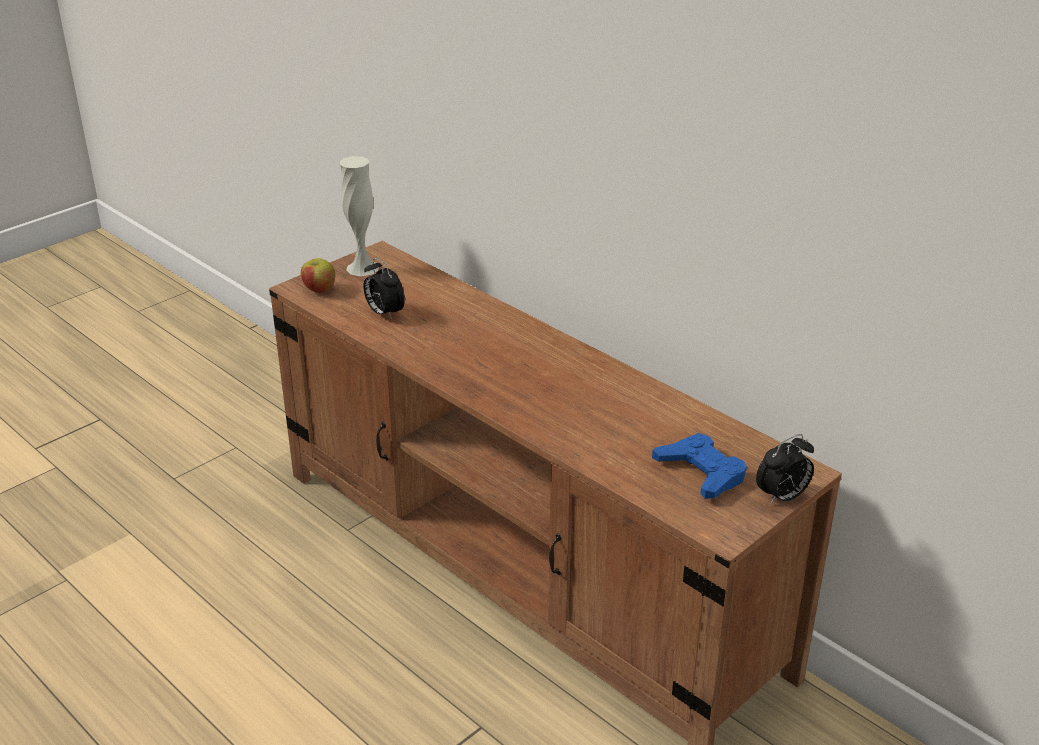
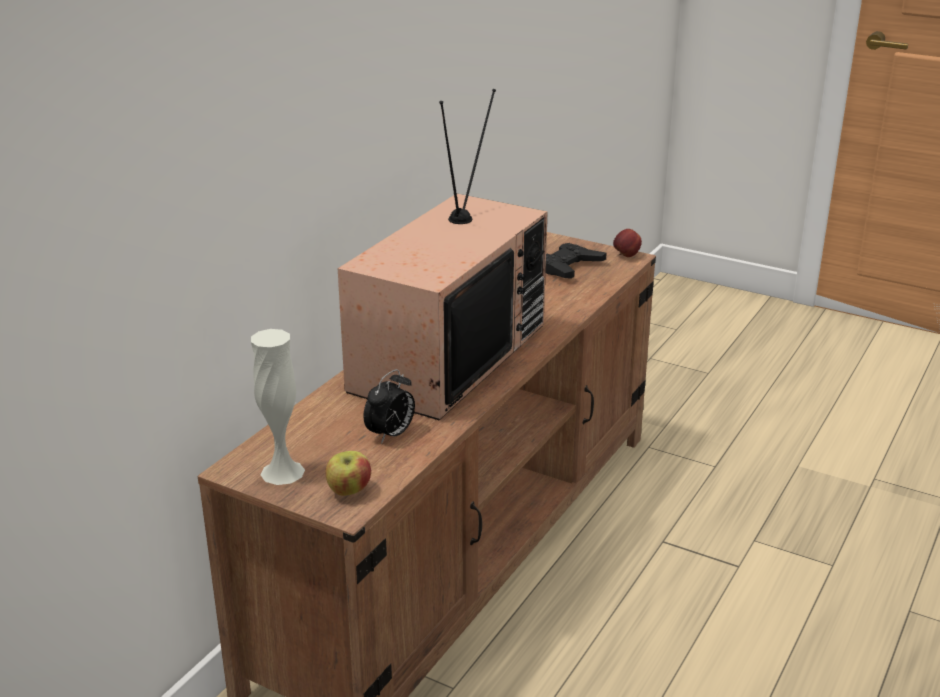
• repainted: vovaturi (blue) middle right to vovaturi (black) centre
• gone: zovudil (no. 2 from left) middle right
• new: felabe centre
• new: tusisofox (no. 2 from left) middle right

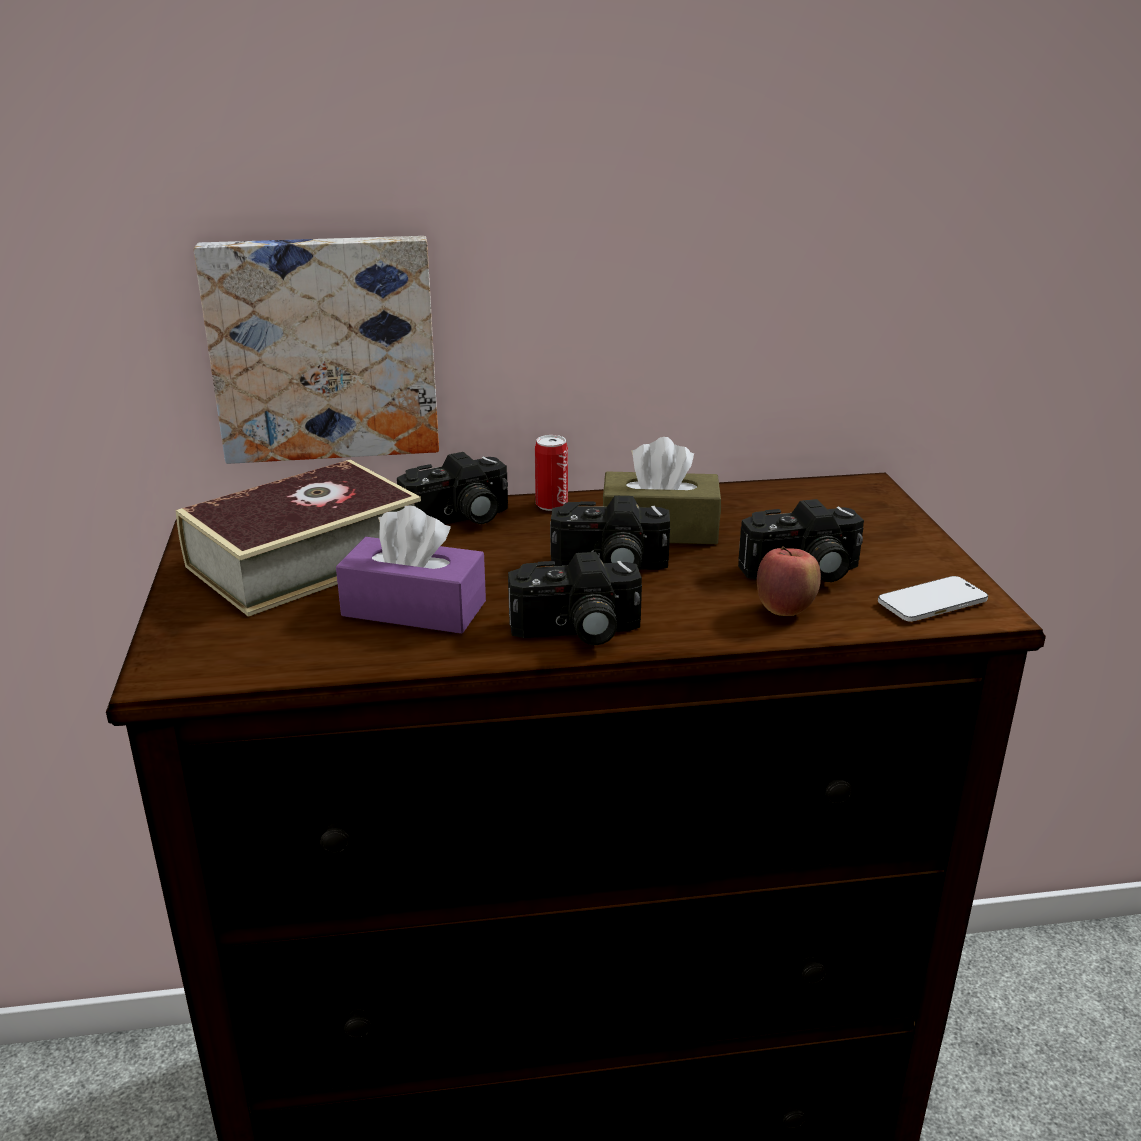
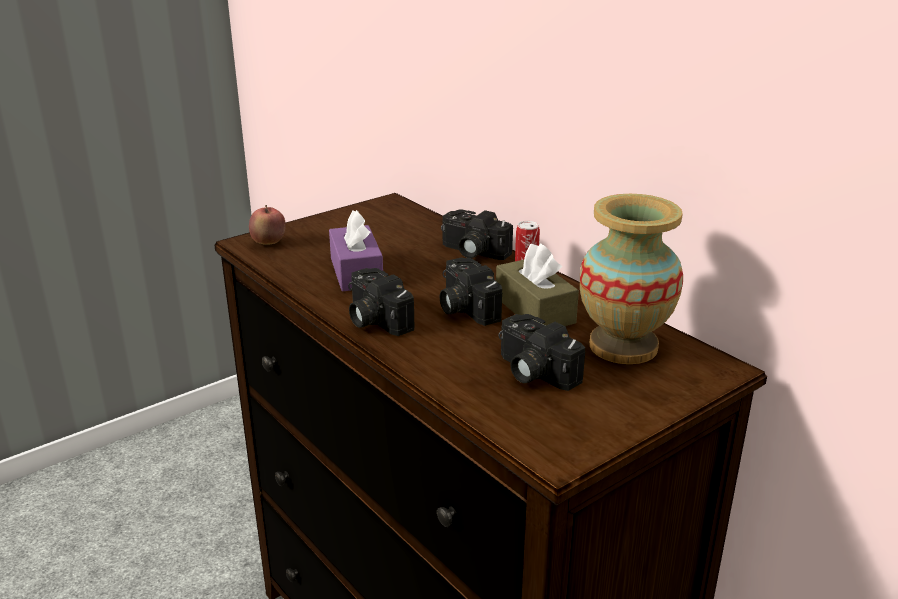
• gone: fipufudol middle left
• gone: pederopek top left
• shifted: tusisofox middle right to middle left
• gone: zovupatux middle right
• new: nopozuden middle right

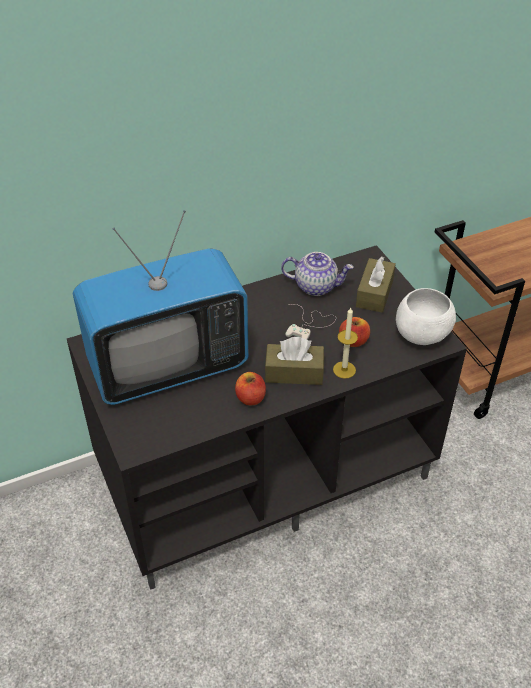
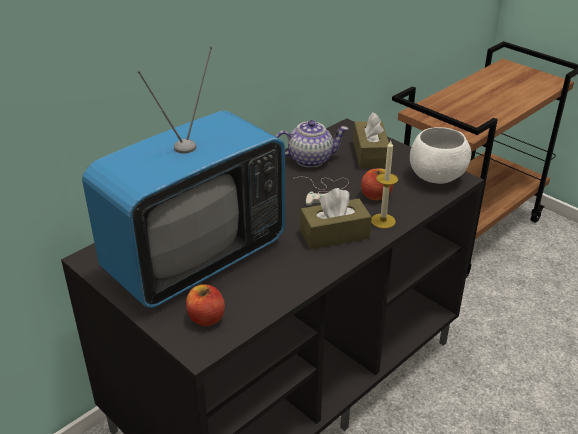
• shifted: tusisofox (no. 1 from left) centre to bottom centre

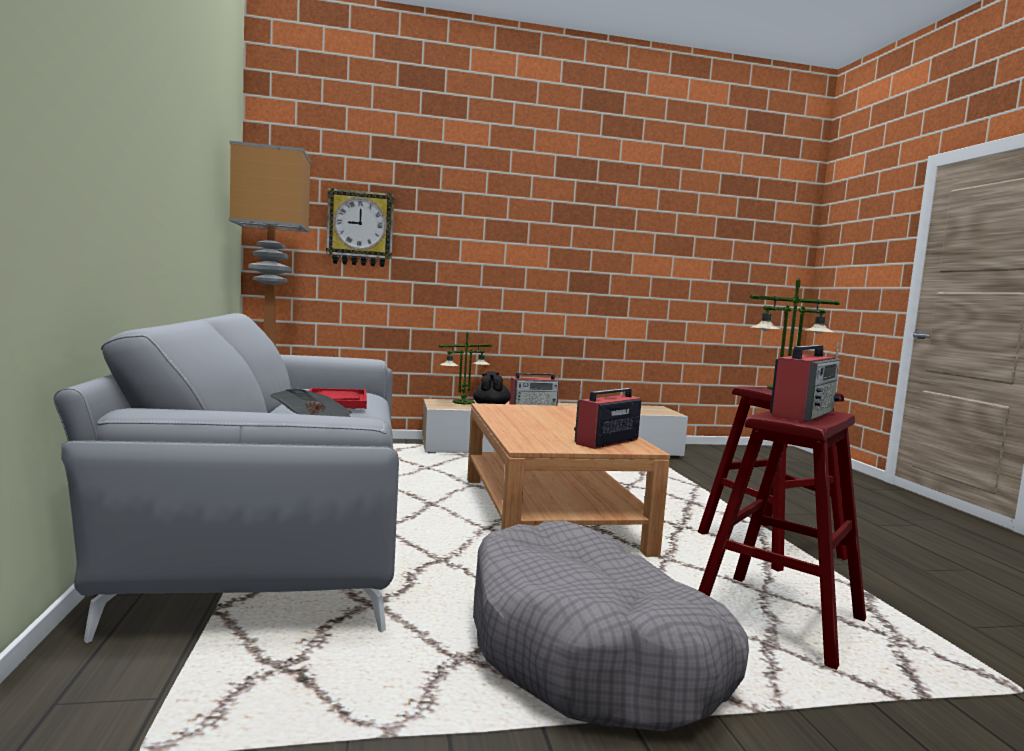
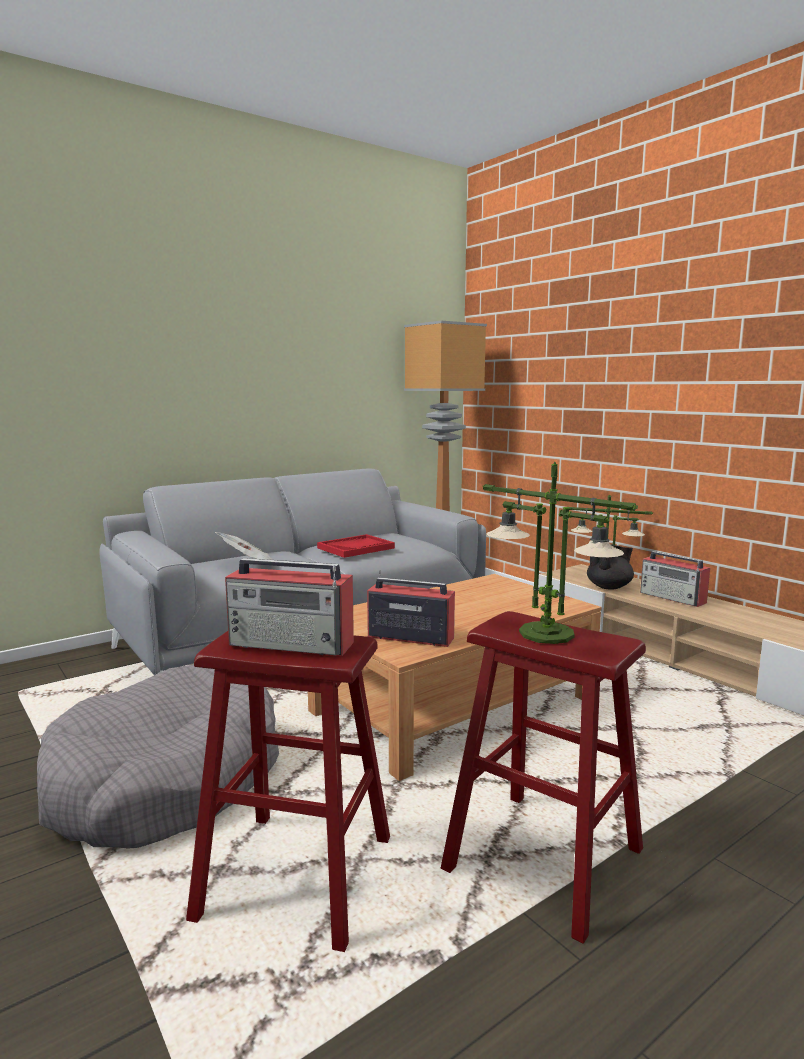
• gone: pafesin top centre

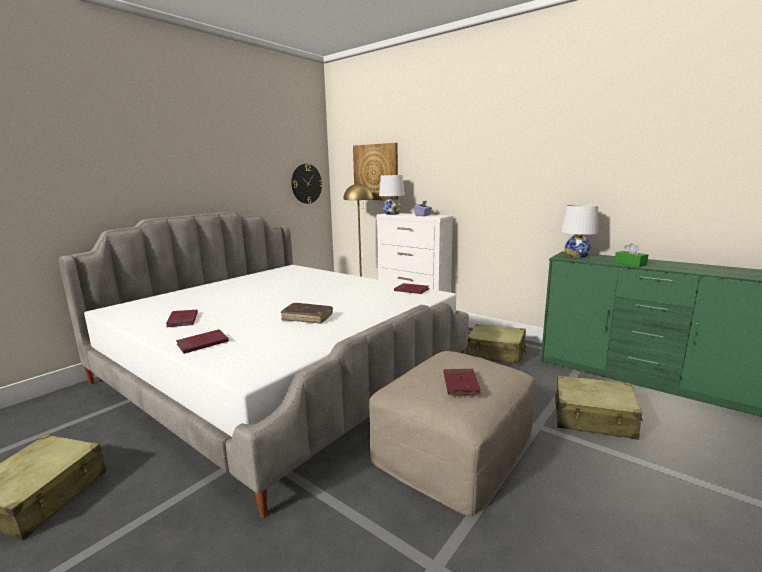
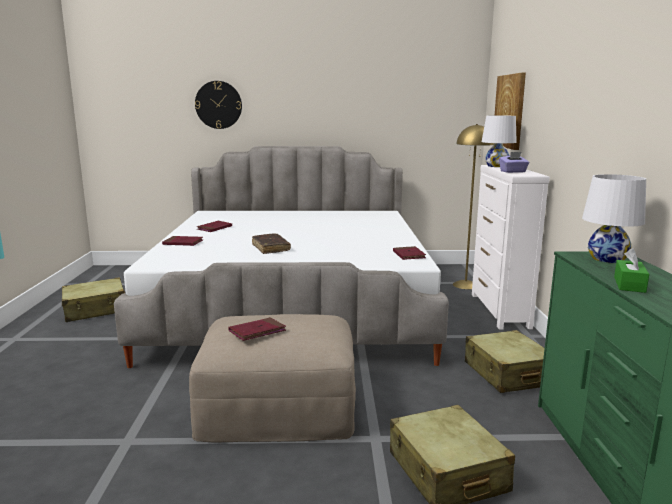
• shifted: pafesin top centre to top left

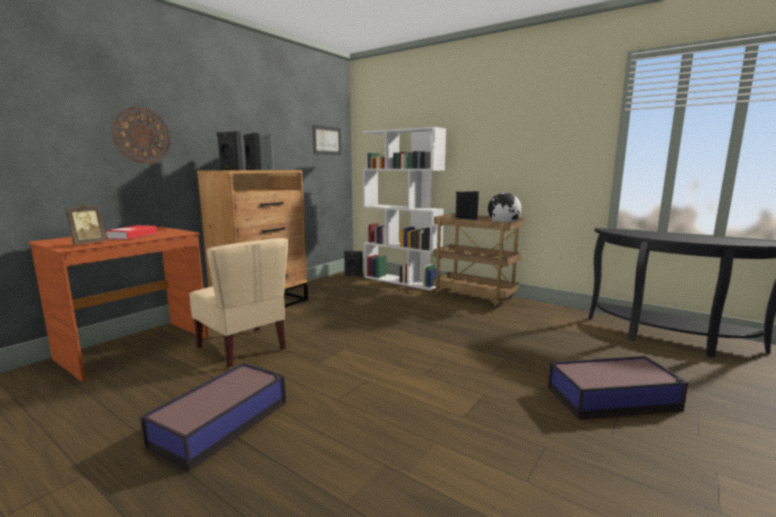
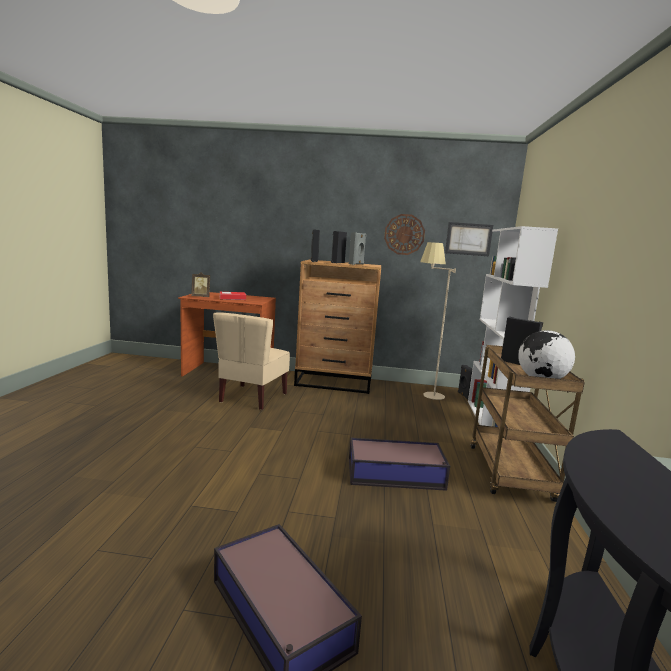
• shifted: pafesin top left to centre
• shifted: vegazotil (no. 1 from left in the first image) bottom left to vegazotil (no. 2 from left) bottom centre
• new: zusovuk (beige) centre

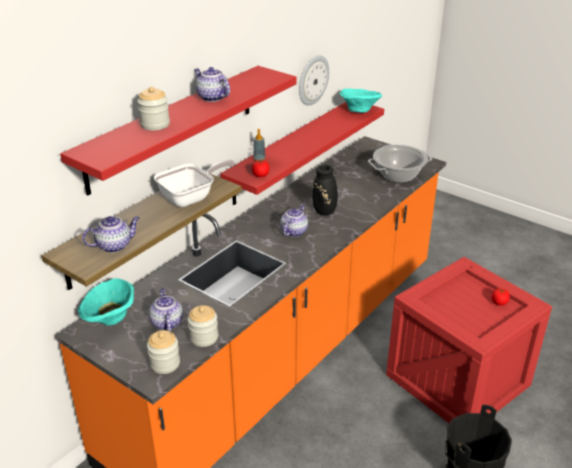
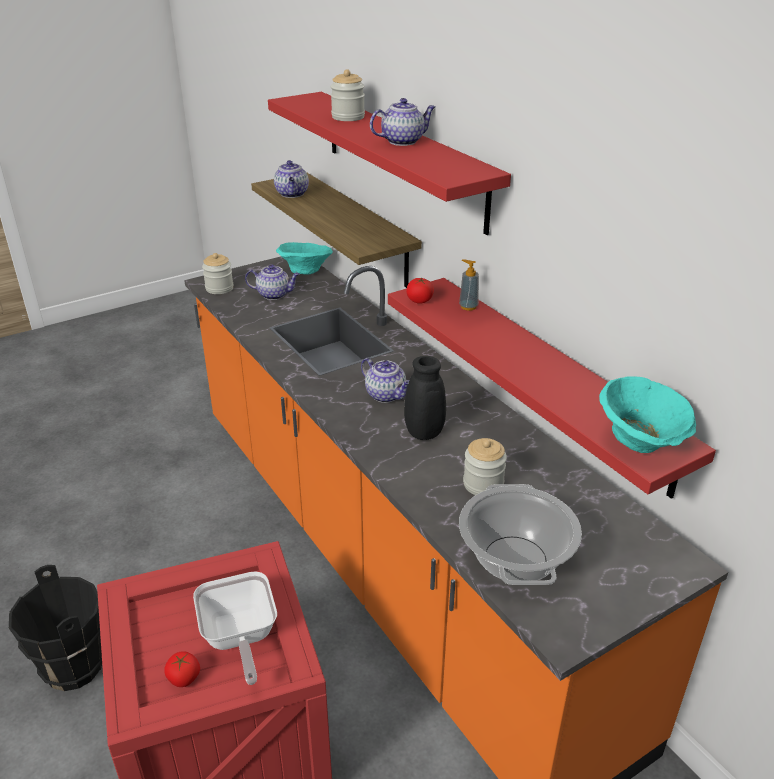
• shifted: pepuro centre to bottom left
• shifted: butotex (no. 3 from left) bottom centre to centre
• gone: pafesin top centre

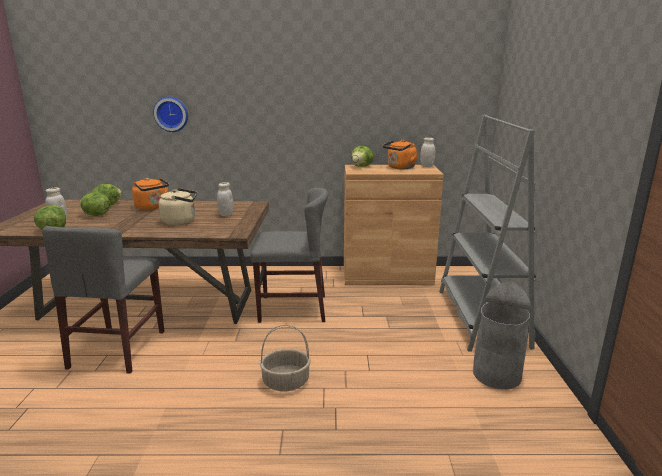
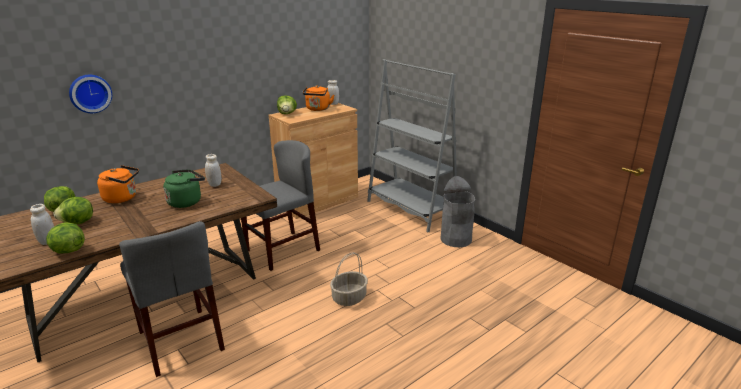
• repainted: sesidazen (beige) middle left to sesidazen (green) middle left

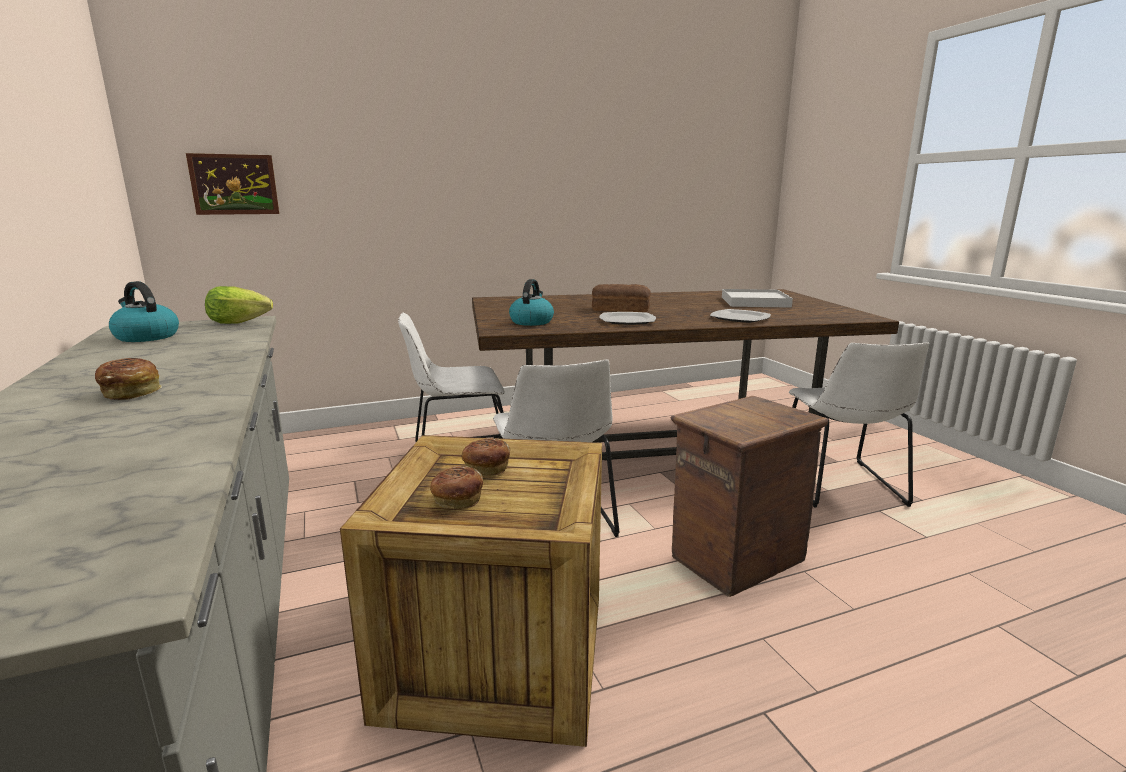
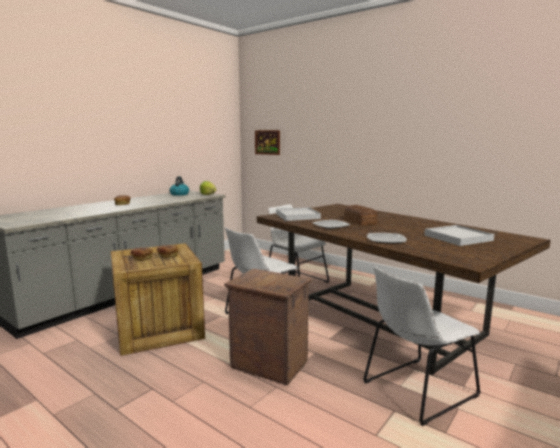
• swapped: sesidazen (no. 2 from left) centre to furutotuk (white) (no. 1 from left) centre

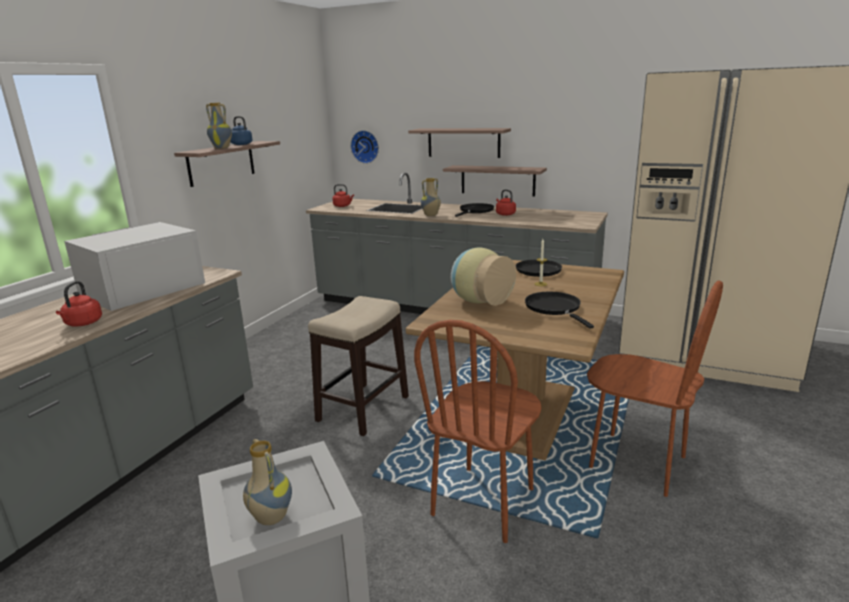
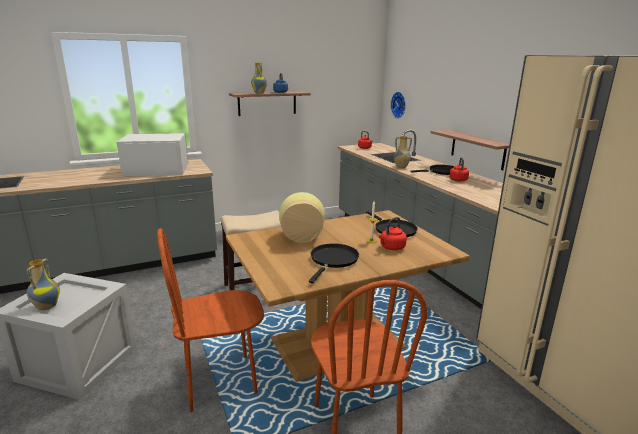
• shifted: sesidazen (red) (no. 1 from left in the first image) middle left to sesidazen (red) (no. 2 from left) centre
• gone: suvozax (no. 2 from left) top centre

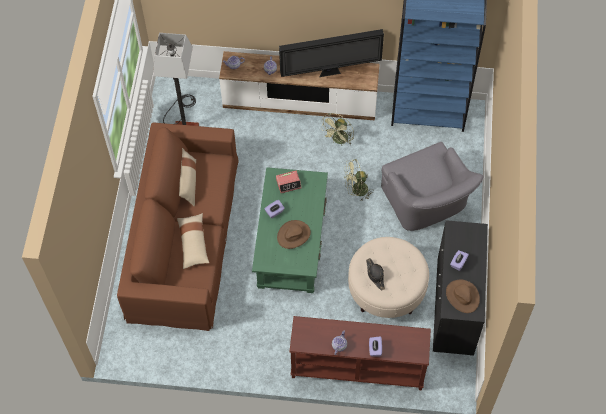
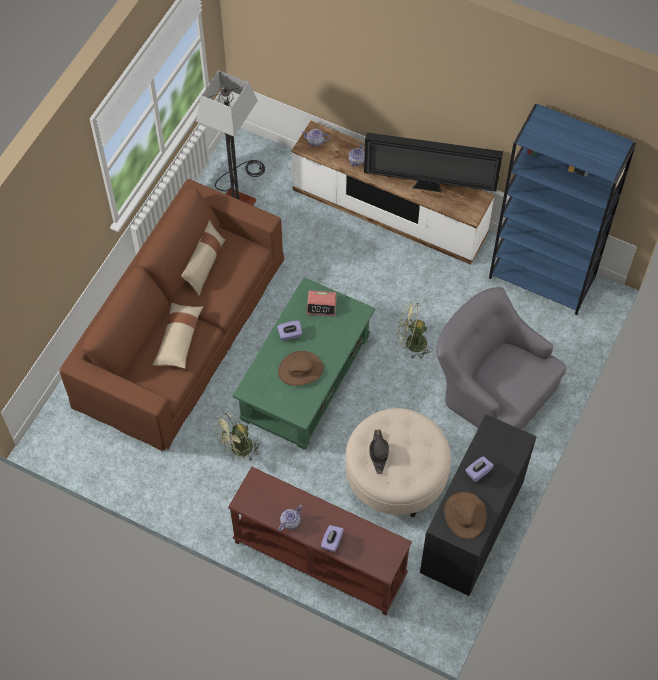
• shifted: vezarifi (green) (no. 1 from left) top centre to centre
• rotated: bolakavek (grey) middle right = middle right 135 degrees clockwise

